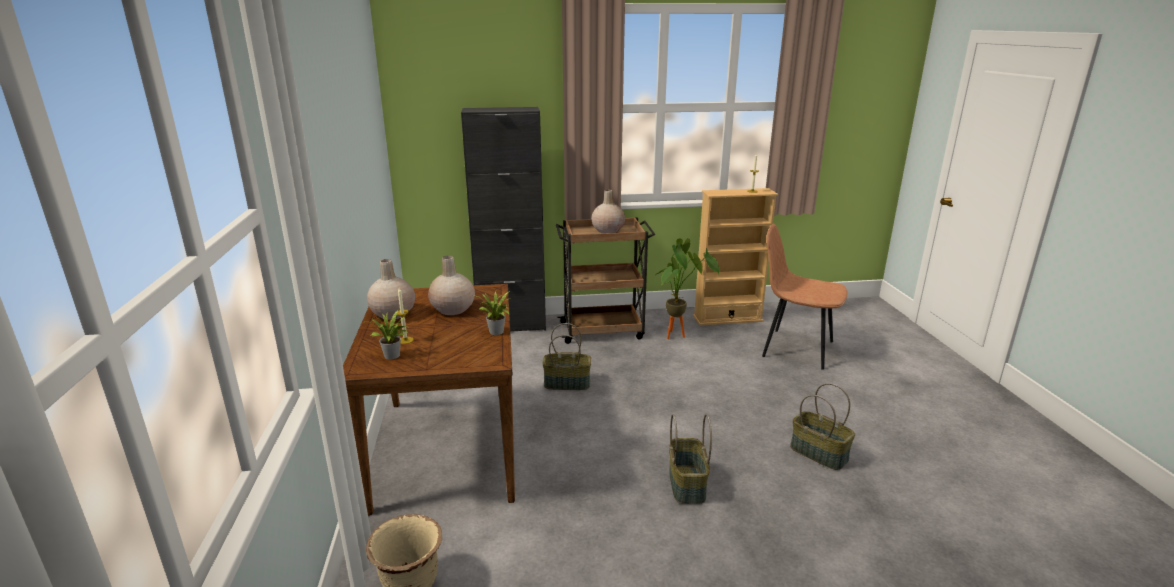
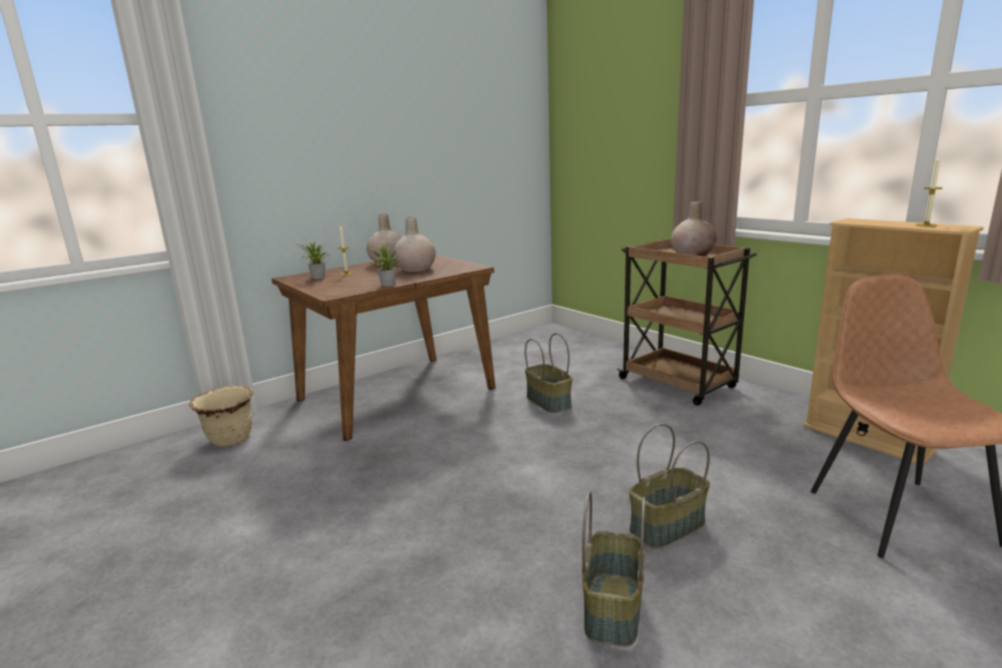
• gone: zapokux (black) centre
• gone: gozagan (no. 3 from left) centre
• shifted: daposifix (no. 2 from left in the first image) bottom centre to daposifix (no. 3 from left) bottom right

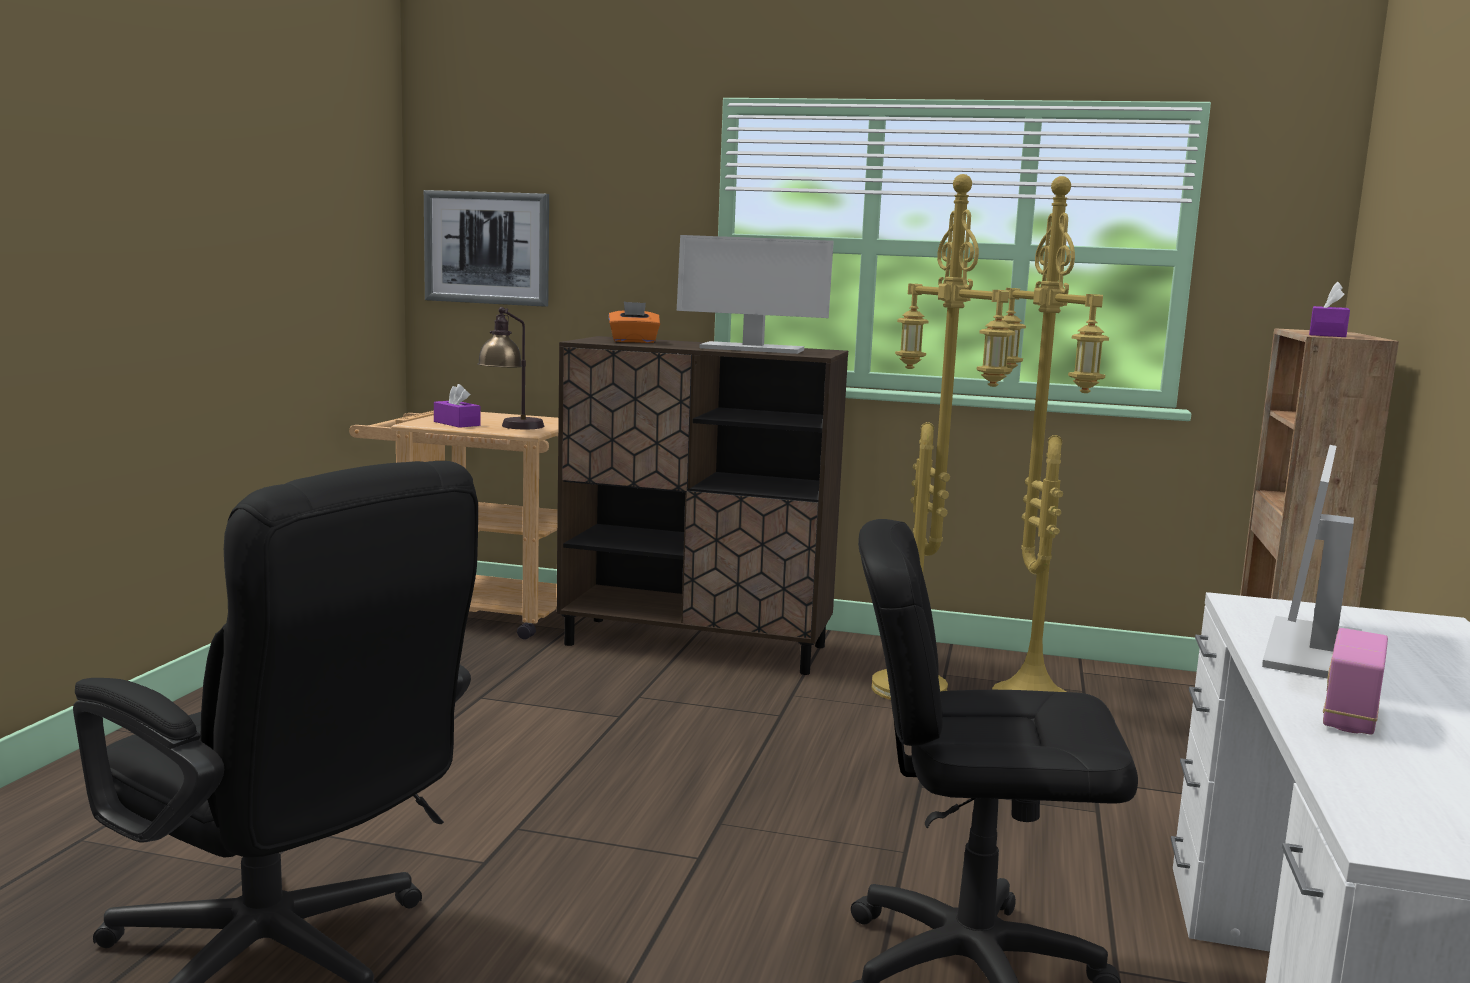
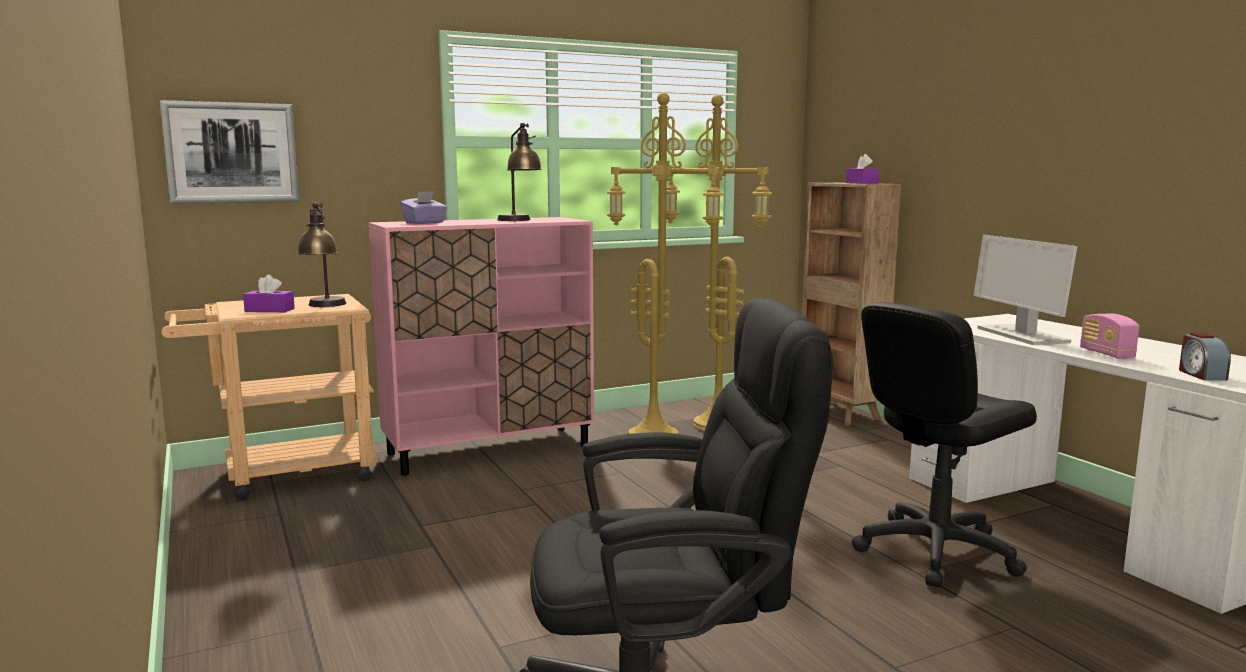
• repainted: zapokux (brown) centre to zapokux (pink) centre
• repainted: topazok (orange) top centre to topazok (purple) (no. 2 from left) top centre
• swapped: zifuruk (no. 1 from left) top centre to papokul (no. 2 from left) top centre
• new: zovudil middle right

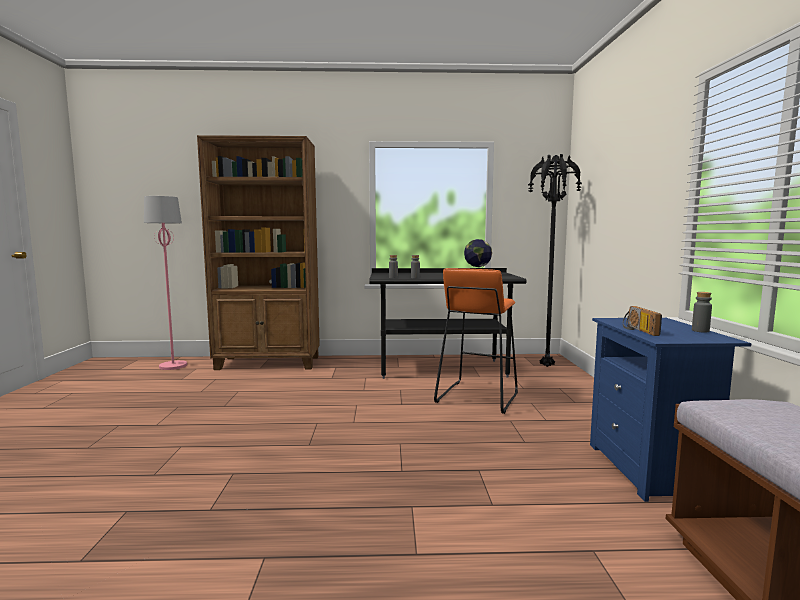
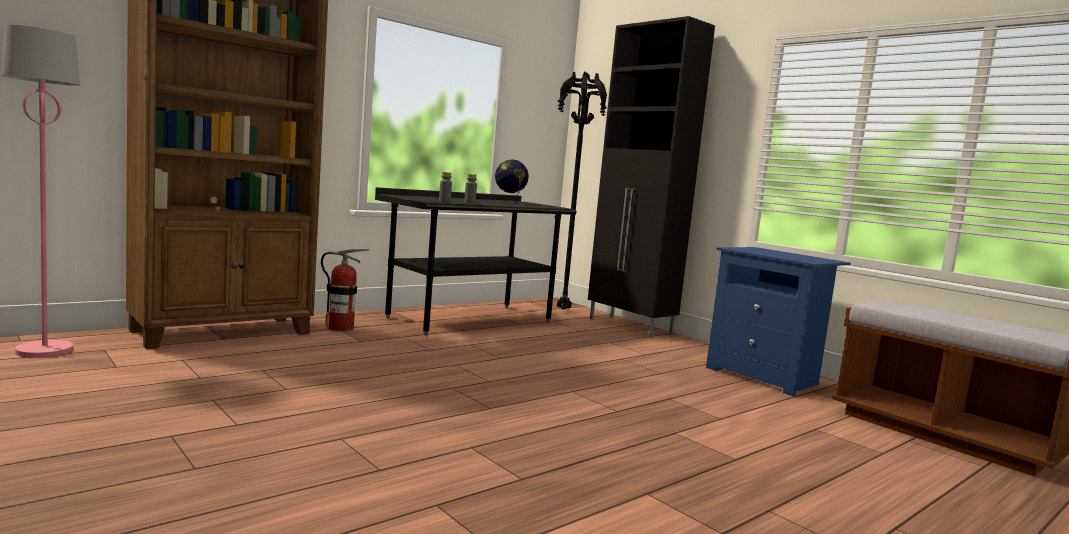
• gone: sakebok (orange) centre
• gone: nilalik middle right
• gone: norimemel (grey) (no. 3 from left) middle right
• new: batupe middle left
• new: zapokux (black) top centre

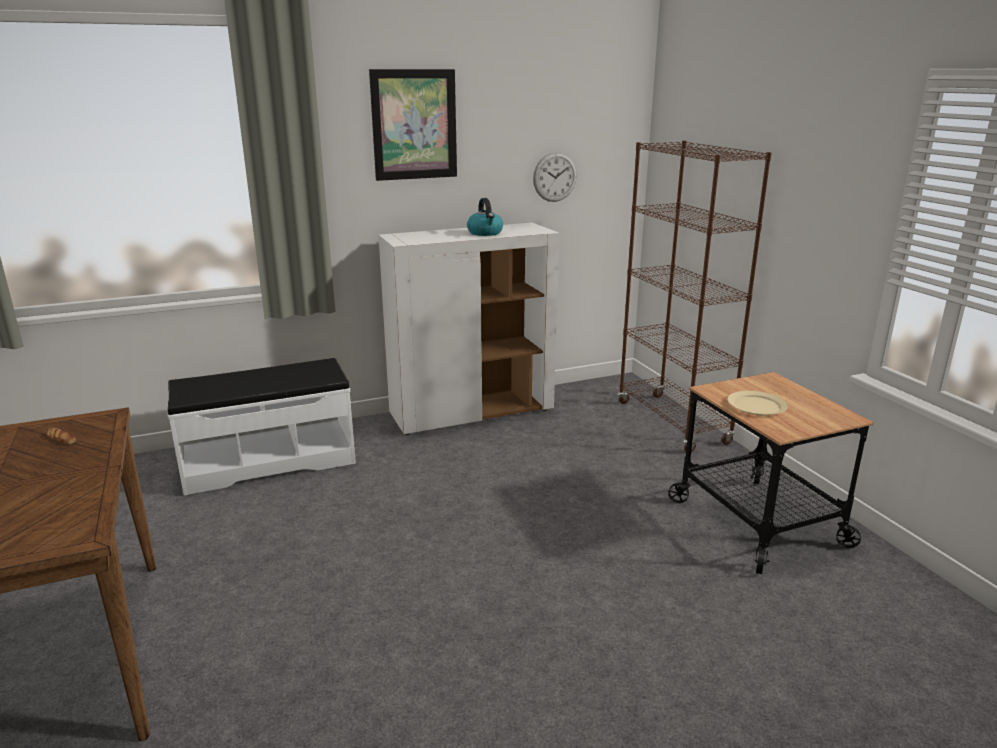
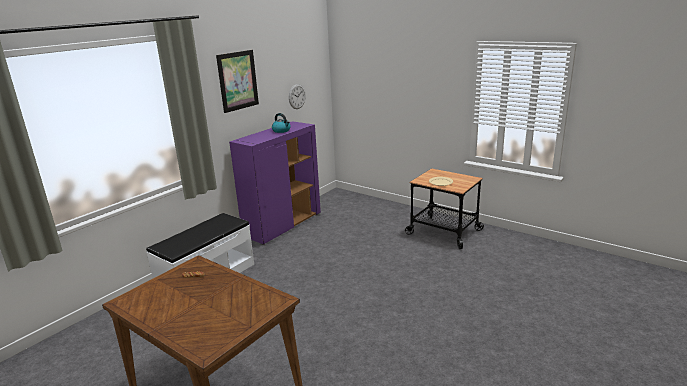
• repainted: zapokux (white) centre to zapokux (purple) centre
• gone: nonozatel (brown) middle right

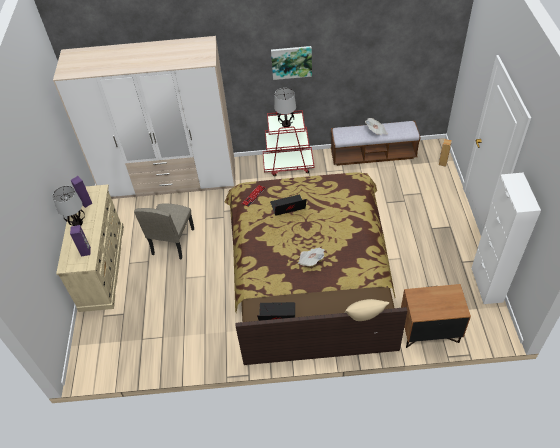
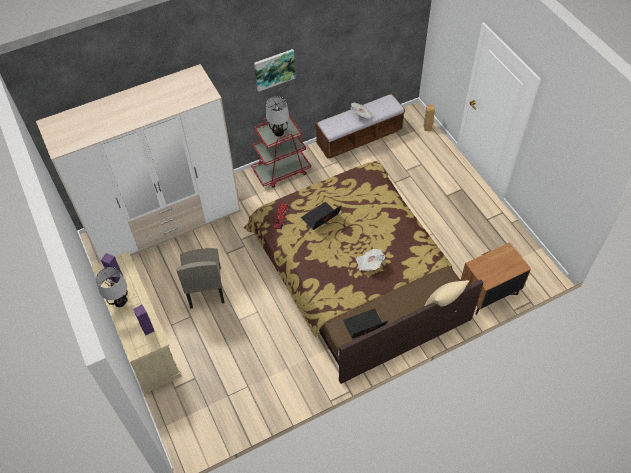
• gone: zapokux (white) middle right

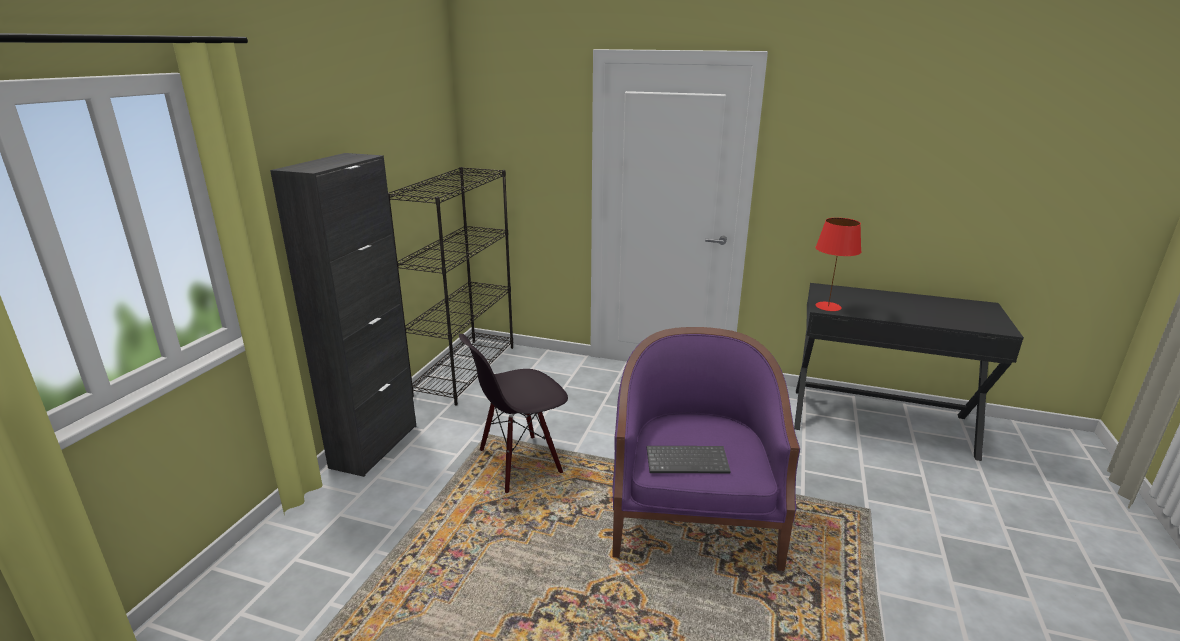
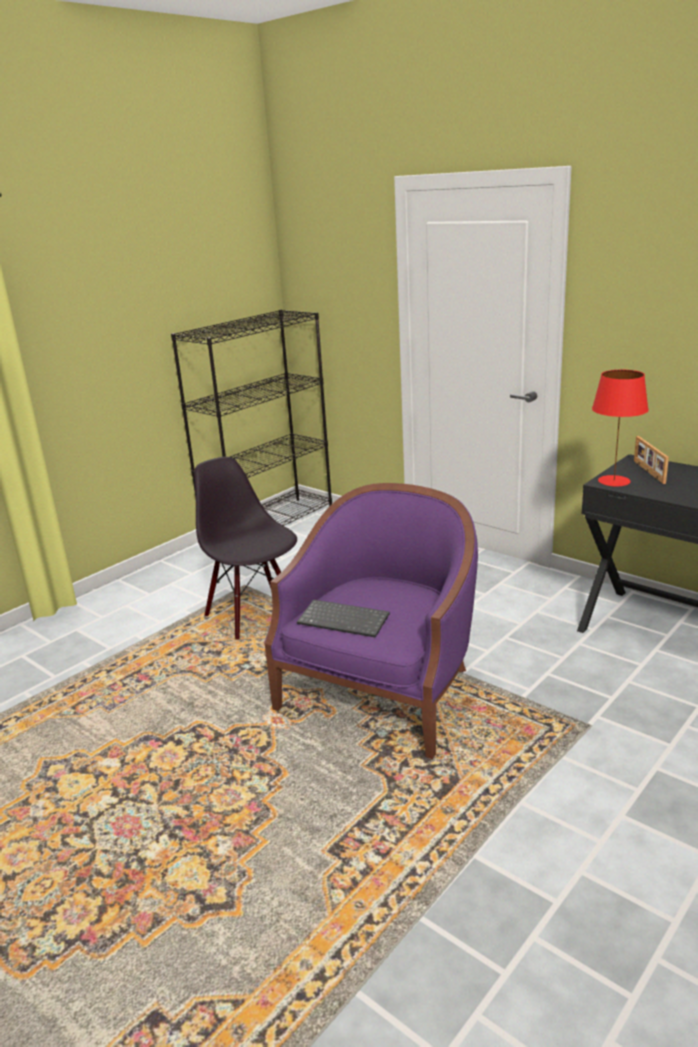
• gone: zapokux (black) middle left
• rotated: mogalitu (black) centre = centre 60 degrees clockwise
• new: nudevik middle right

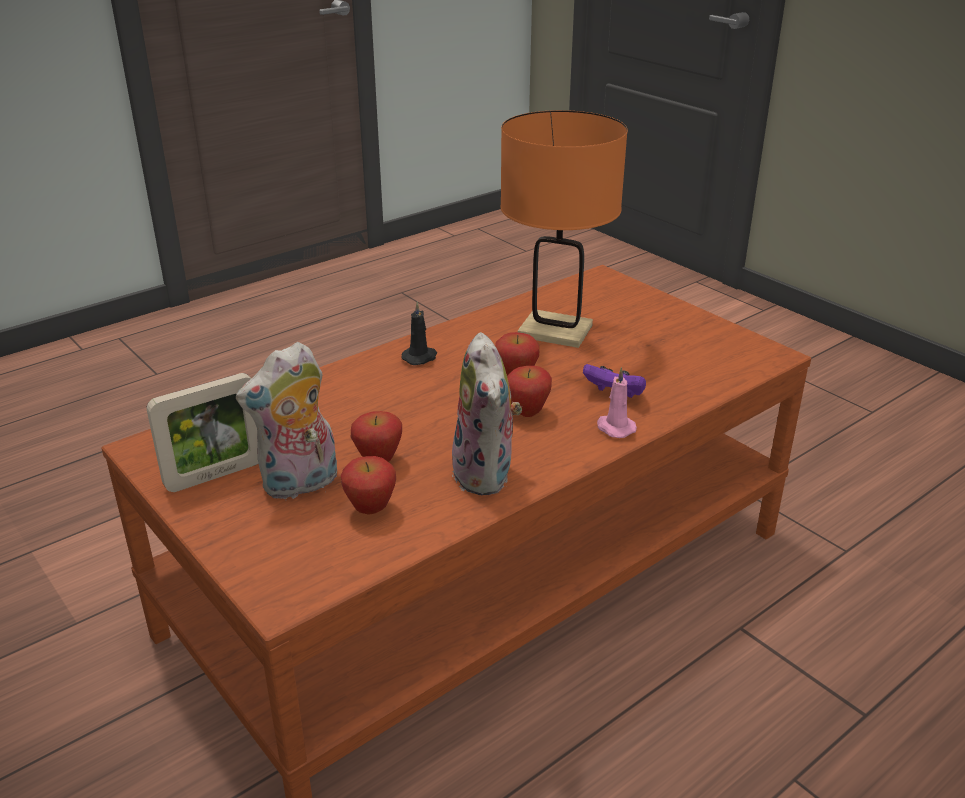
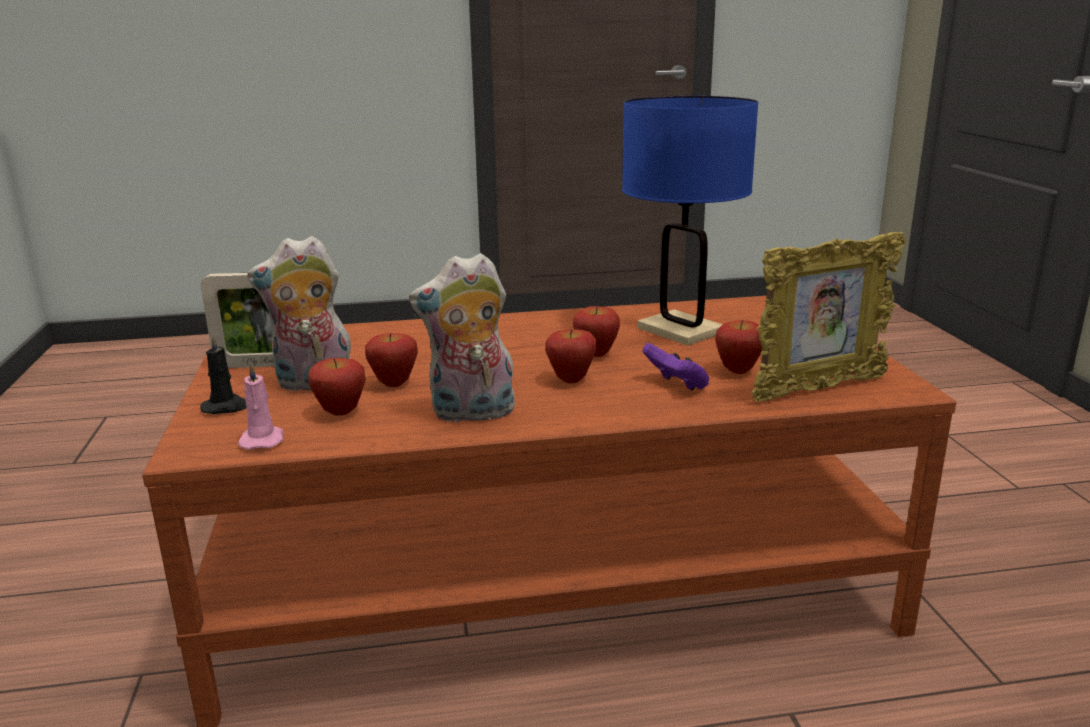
• shifted: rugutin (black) centre to middle left
• rotated: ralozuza (no. 2 from left) centre = centre 60 degrees clockwise
• repainted: papokul (orange) top centre to papokul (blue) top centre
• shifted: rugutin (pink) centre to middle left
• new: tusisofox (no. 5 from left) middle right
• new: nudevik (no. 2 from left) middle right

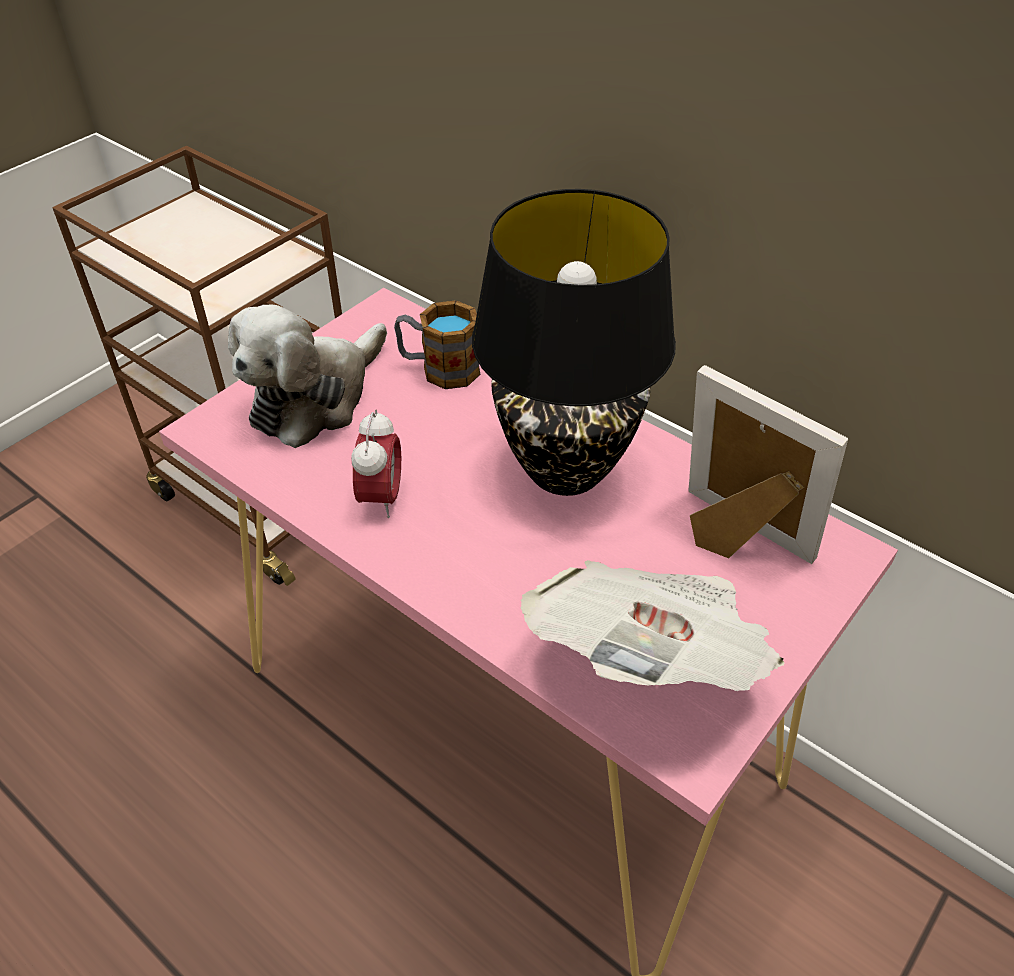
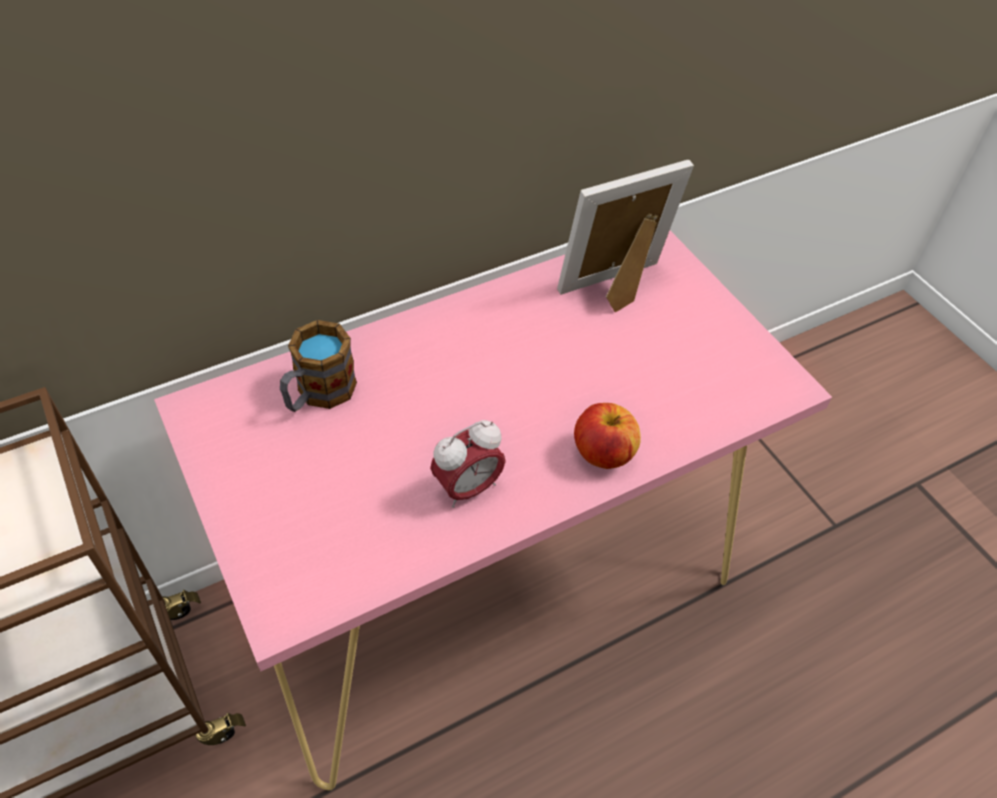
• gone: ralozuza middle left
• rotated: zovudil centre = centre 120 degrees clockwise
• gone: papokul (black) centre
• gone: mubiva centre
• new: tusisofox centre

